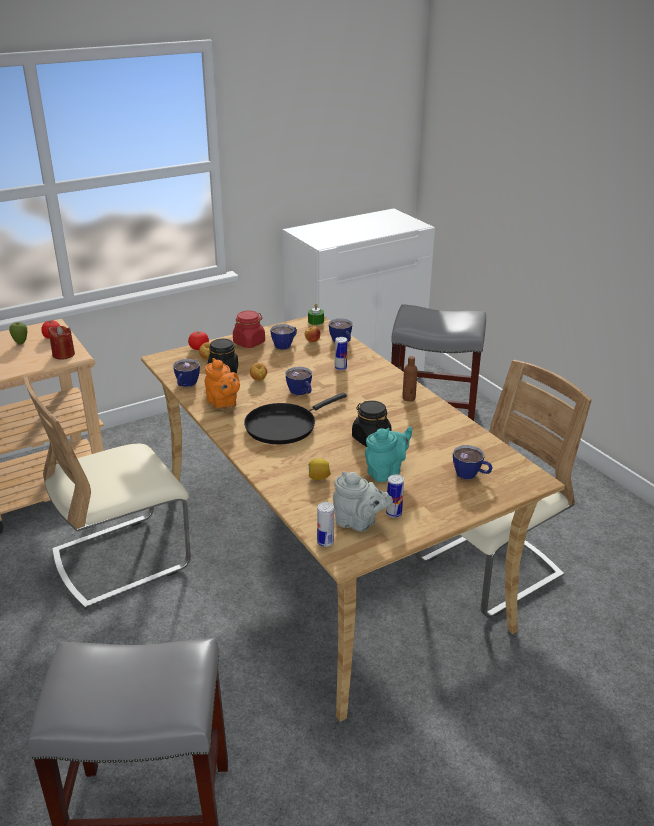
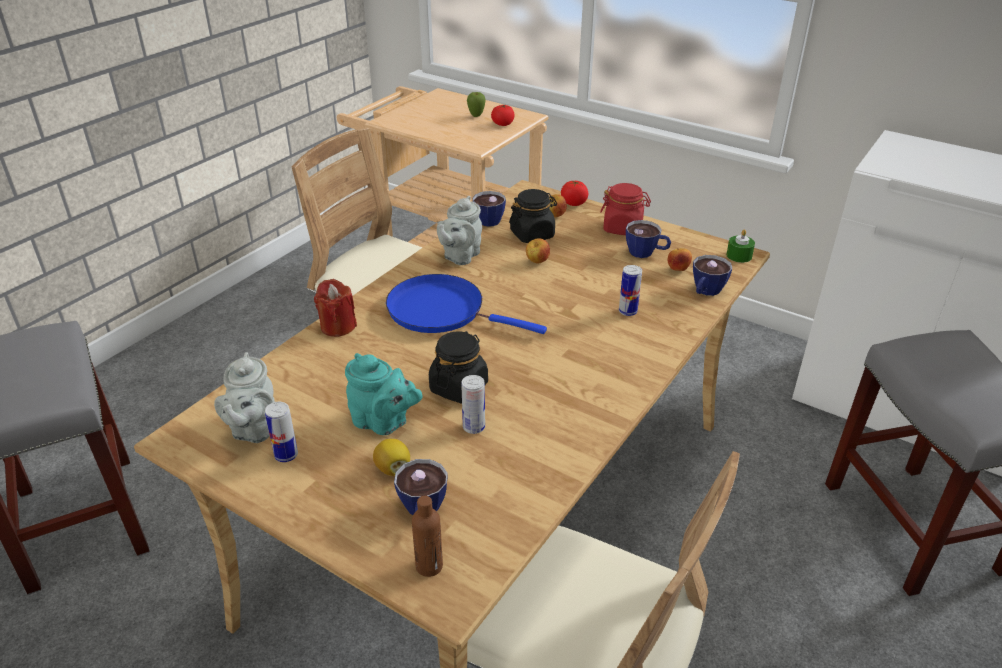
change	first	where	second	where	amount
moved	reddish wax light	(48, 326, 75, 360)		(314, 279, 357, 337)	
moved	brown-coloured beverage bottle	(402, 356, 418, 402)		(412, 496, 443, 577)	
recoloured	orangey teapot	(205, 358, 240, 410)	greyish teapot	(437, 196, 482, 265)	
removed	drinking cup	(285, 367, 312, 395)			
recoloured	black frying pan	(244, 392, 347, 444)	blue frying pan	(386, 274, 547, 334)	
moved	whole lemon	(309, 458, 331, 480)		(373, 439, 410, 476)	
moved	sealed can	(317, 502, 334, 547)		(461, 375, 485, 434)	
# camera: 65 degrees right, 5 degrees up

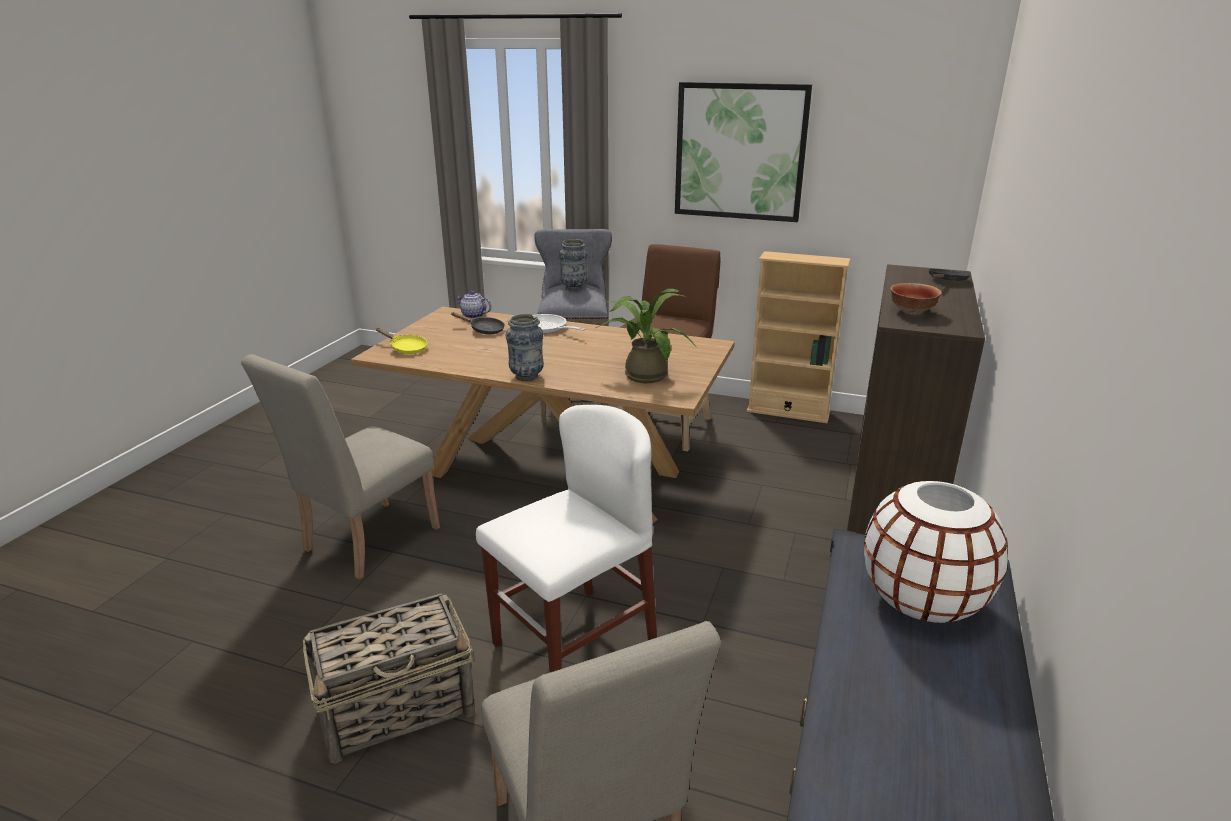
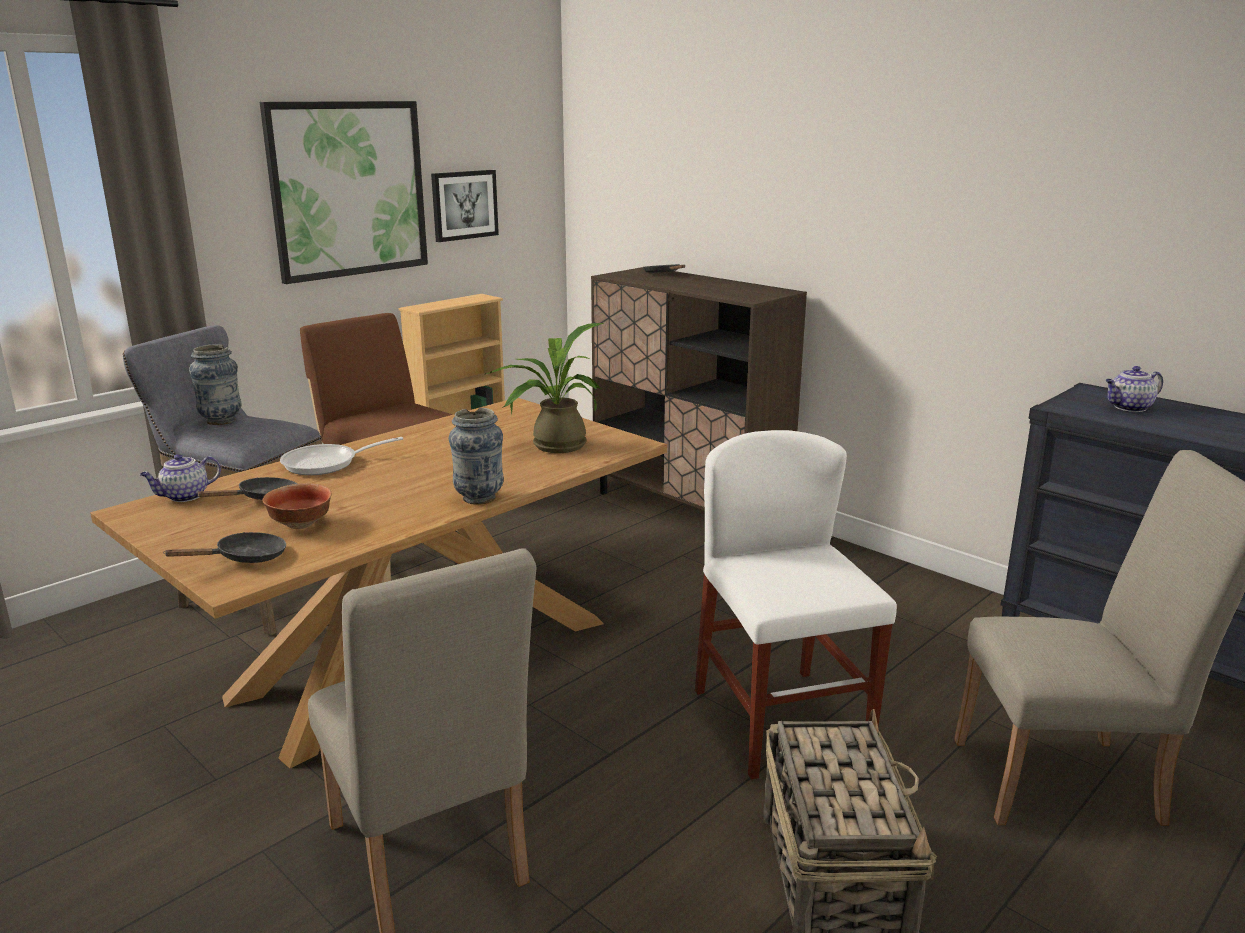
change	first	where	second	where	amount
moved	bowl	(891, 283, 942, 315)		(262, 483, 332, 529)	
recoloured	yellow-coloured frying pan	(376, 328, 427, 354)	black frying pan	(163, 532, 286, 563)	
replaced	white-coloured vase	(864, 481, 1008, 623)	teapot	(1106, 366, 1163, 412)	
added			wall picture	(431, 170, 499, 242)	
# camera: 65 degrees left, 5 degrees down

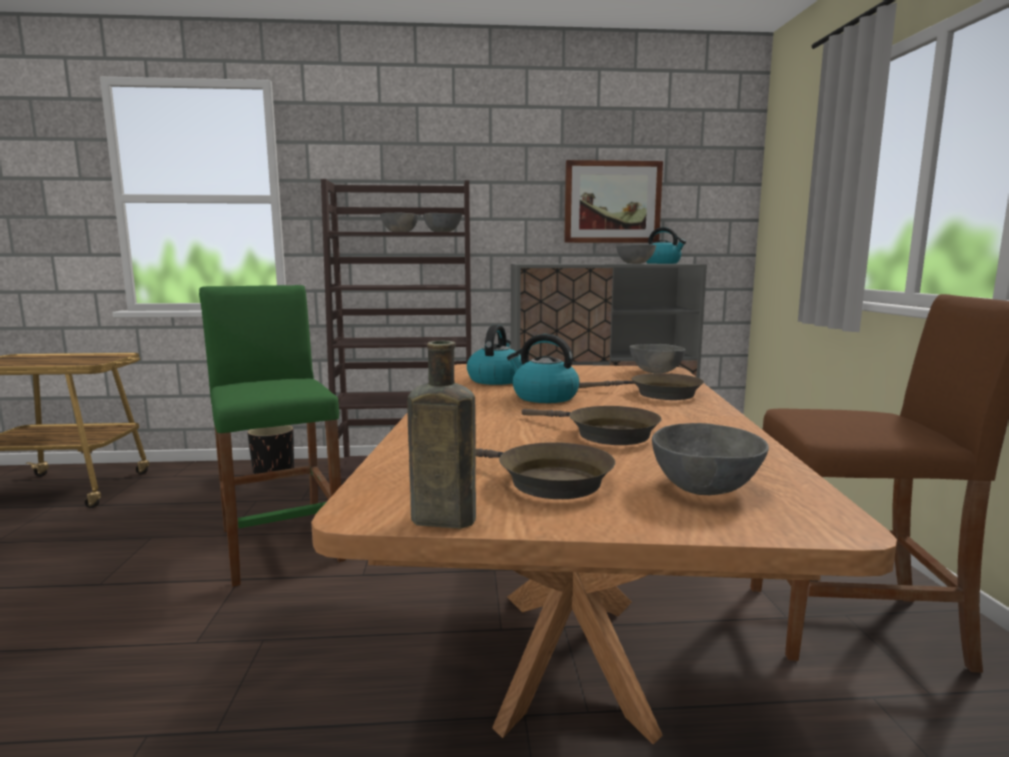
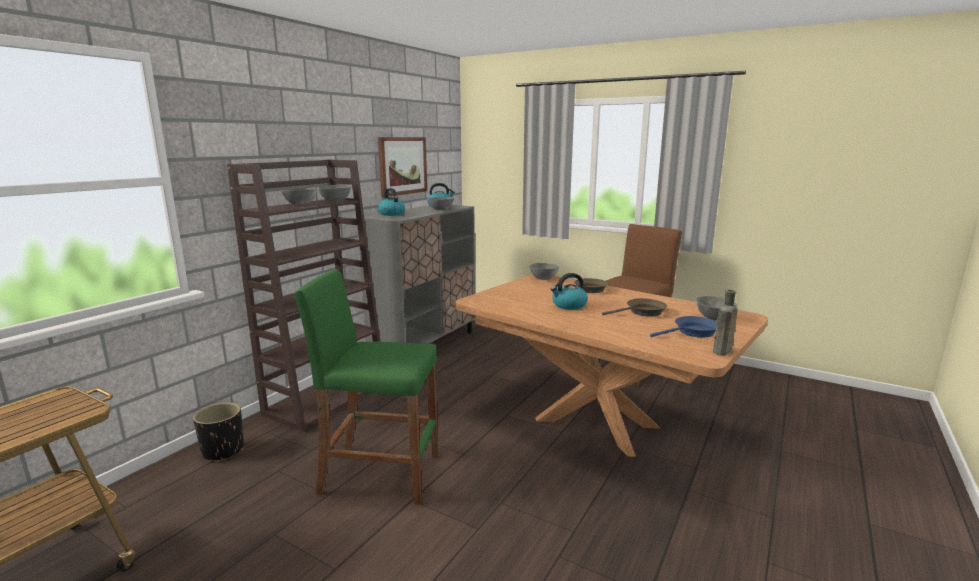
change	first	where	second	where	amount
moved	water kettle	(467, 324, 522, 385)		(378, 188, 405, 216)	
recoloured	brown-coloured frying pan	(476, 442, 615, 499)	blue frying pan	(650, 316, 717, 337)	
# camera: 55 degrees left, 5 degrees up

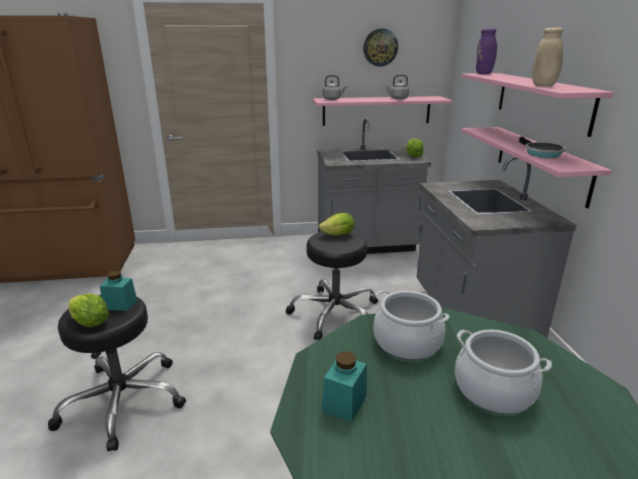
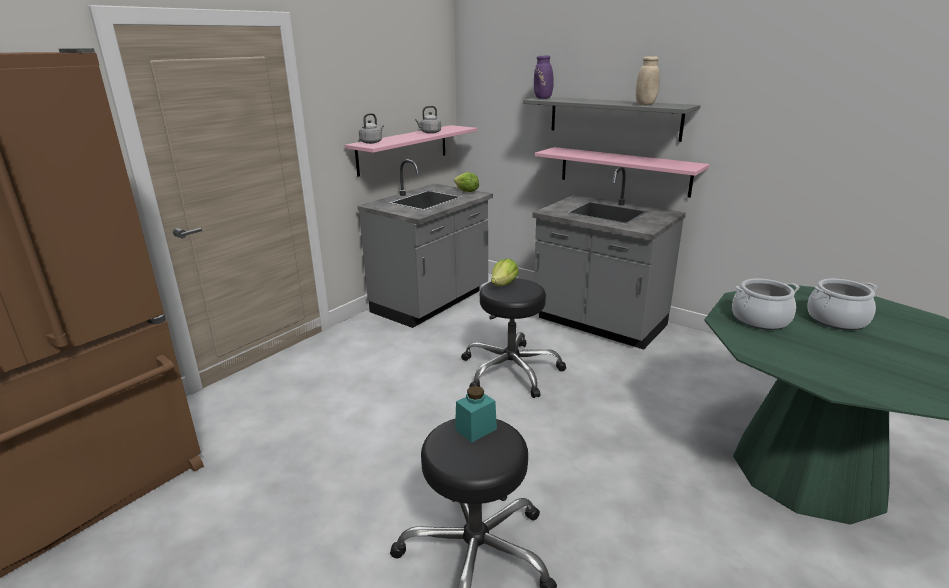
change	first	where	second	where	amount
removed	clock on the wall	(363, 29, 398, 67)			
recoloured	pink shelf	(461, 73, 614, 137)	greyish shelf	(523, 97, 701, 142)	
removed	frying pan	(519, 137, 565, 158)			
removed	lettuce	(68, 294, 109, 327)			
removed	turquoise-coloured preserve jar	(322, 351, 367, 423)			
# camera: 45 degrees left, 0 degrees up

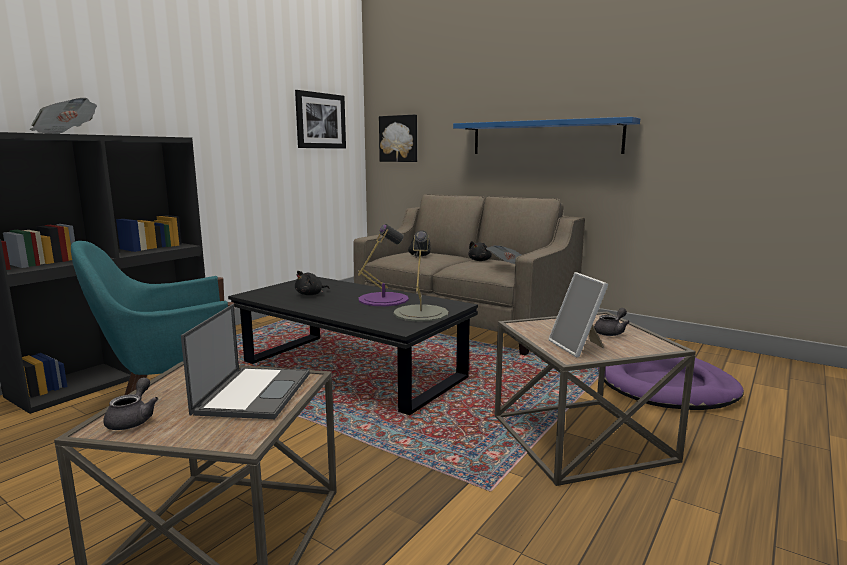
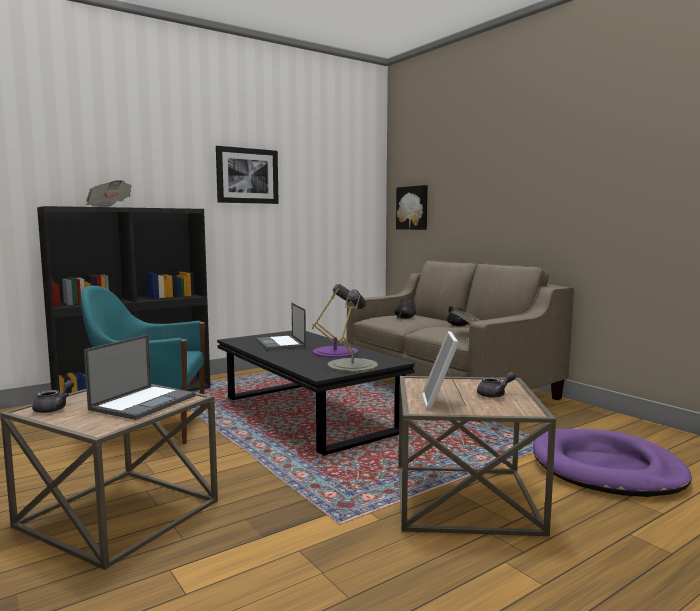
change	first	where	second	where	amount
moved	wall picture	(295, 90, 346, 149)		(216, 146, 279, 204)	
removed	blue shelf	(453, 117, 640, 154)			
replaced	black plush toy	(295, 271, 330, 295)	laptop	(256, 303, 306, 350)	
# camera: 20 degrees right, 5 degrees down

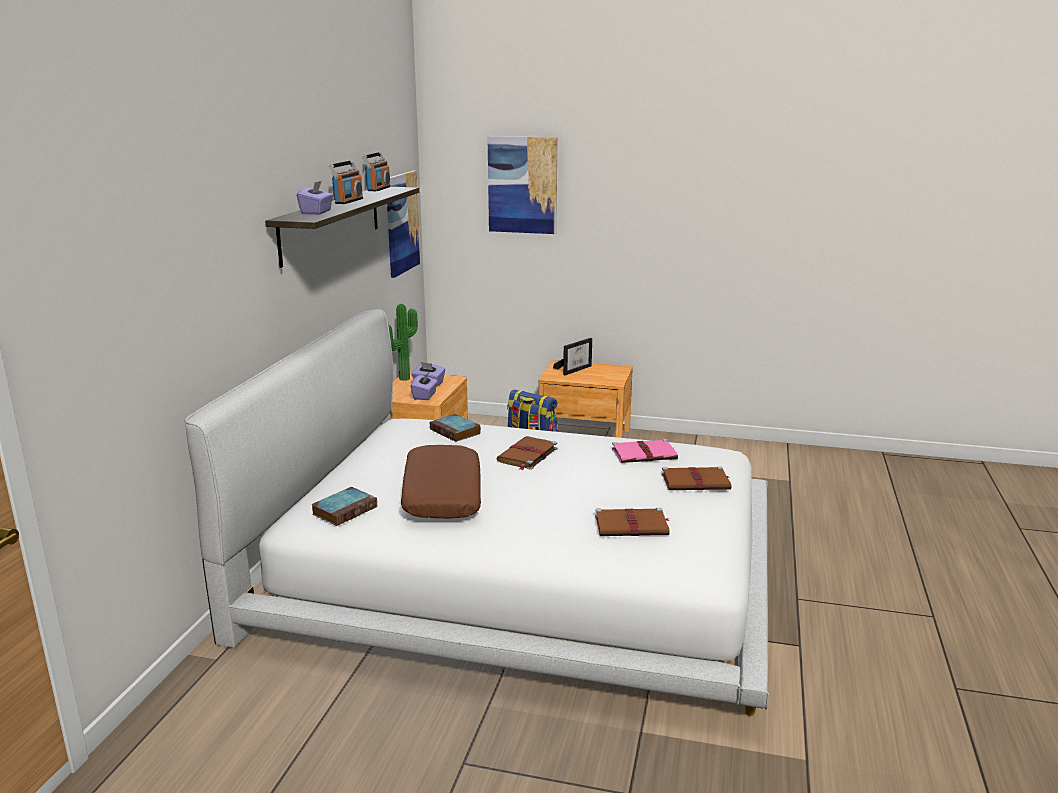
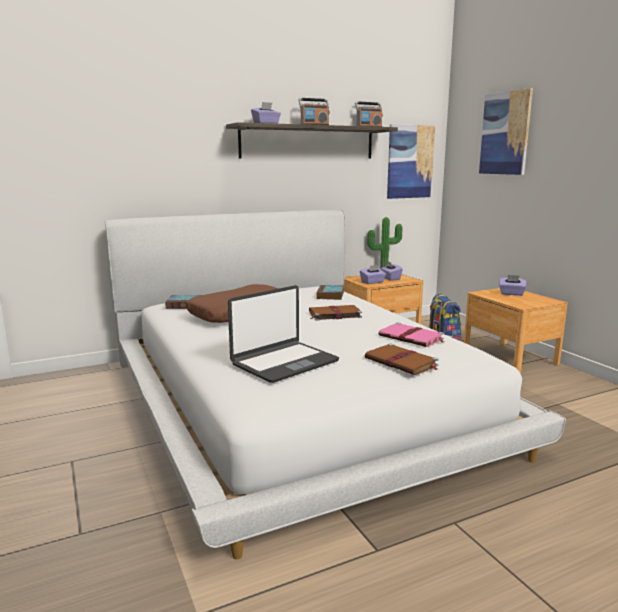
change	first	where	second	where	amount
replaced	standing frame	(553, 338, 592, 375)	purple-coloured tissue box	(499, 275, 526, 296)	
replaced	brown-coloured book	(595, 508, 670, 536)	laptop	(228, 285, 339, 383)	
# camera: 50 degrees right, 5 degrees down

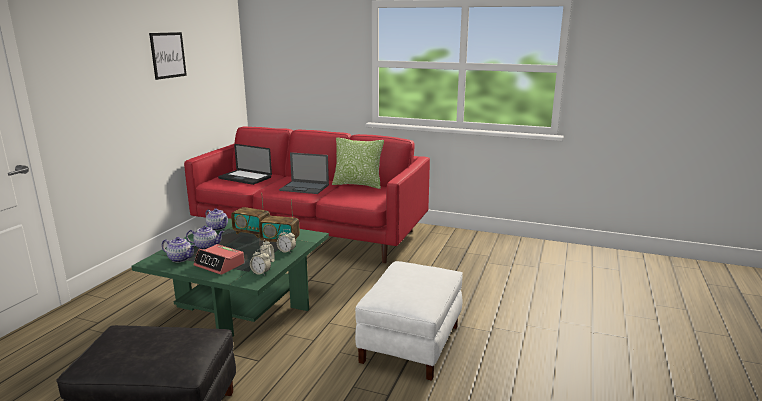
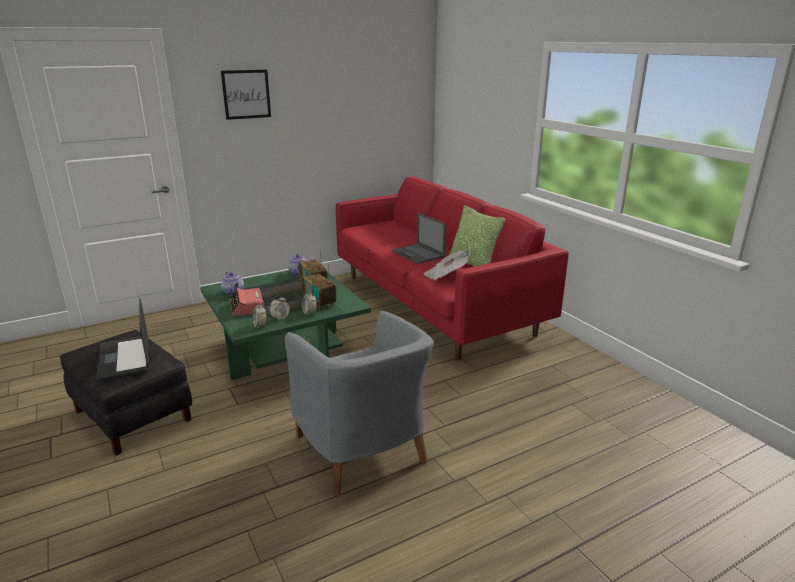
change	first	where	second	where	amount
moved	wall picture	(149, 32, 187, 80)		(221, 70, 271, 120)	
moved	laptop	(218, 144, 272, 185)		(96, 298, 149, 381)	
removed	teapot	(186, 226, 224, 250)			
replaced	white-coloured pouffe	(355, 261, 463, 381)	greyish easy chair	(285, 311, 434, 496)	
added			daily paper	(424, 250, 471, 280)	
# camera: 40 degrees right, 5 degrees up

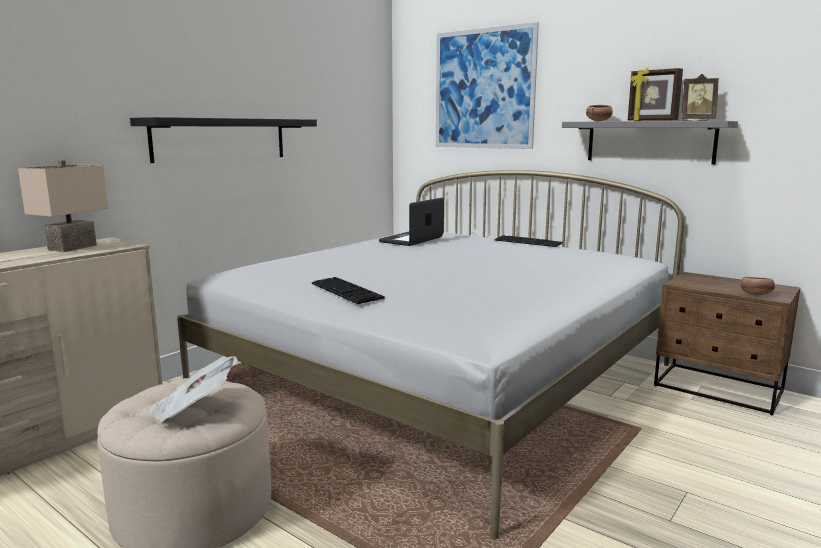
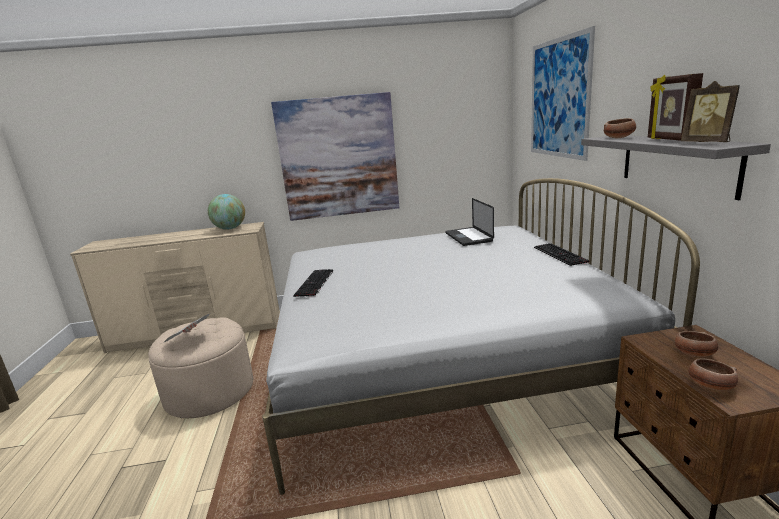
change	first	where	second	where	amount
replaced	black shelf	(130, 117, 317, 163)	wall picture	(271, 92, 399, 221)	
replaced	beige-coloured lamp for a table	(18, 160, 108, 252)	world globe	(208, 194, 245, 230)	
turned	laptop	(379, 197, 444, 246)		(445, 198, 494, 246)	90 degrees counterclockwise
added			bowl	(675, 331, 718, 357)	
# camera: 45 degrees right, 5 degrees up

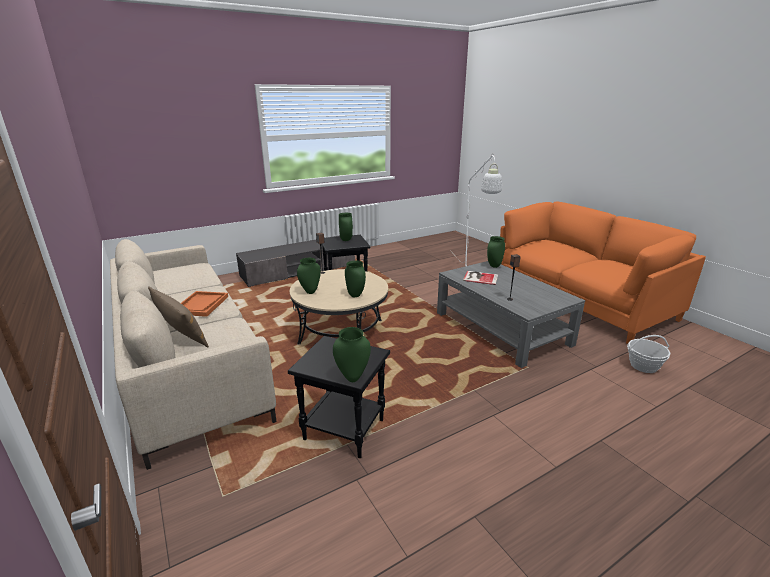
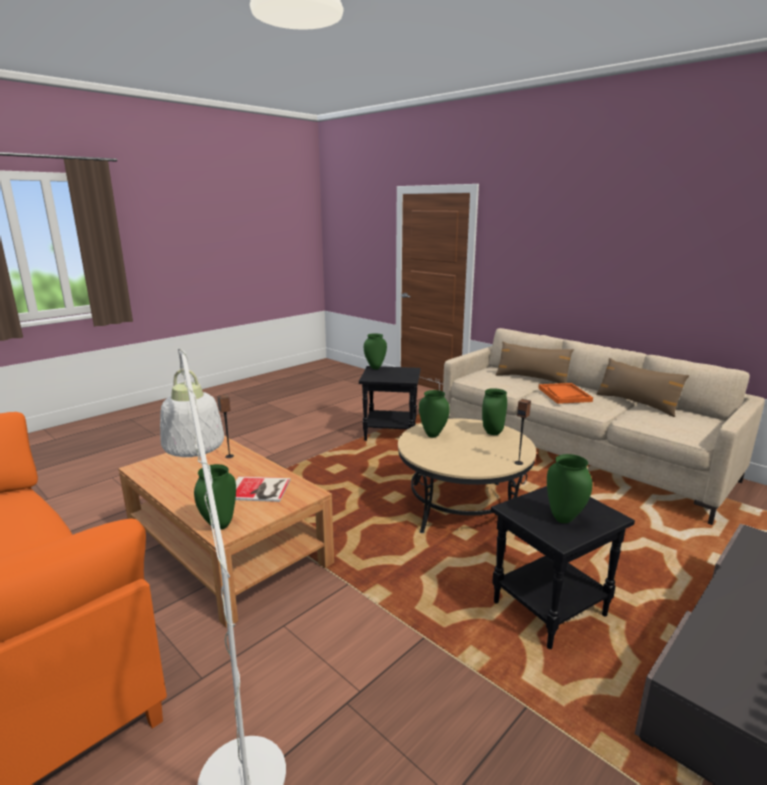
change	first	where	second	where	amount
recoloured	greyish coffee table	(437, 261, 585, 368)	brown-coloured coffee table	(118, 436, 334, 628)	
removed	basket	(627, 335, 671, 373)			
added			brown-coloured pillow	(596, 358, 689, 417)	
# camera: 165 degrees right, 5 degrees down

